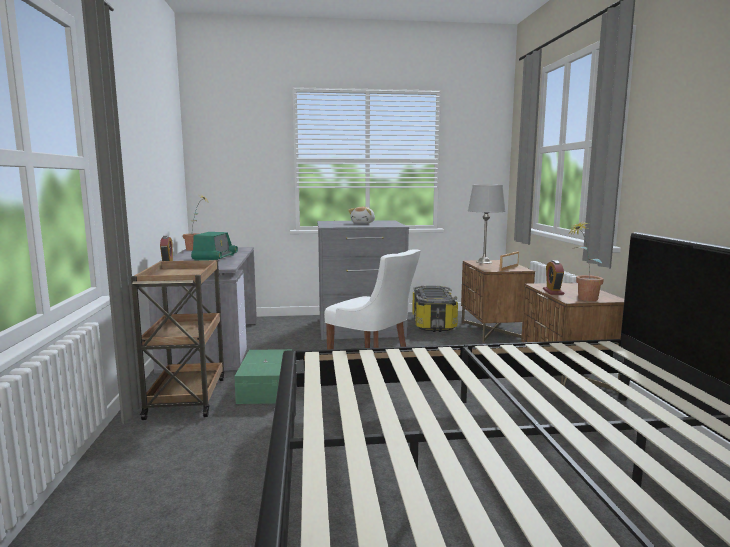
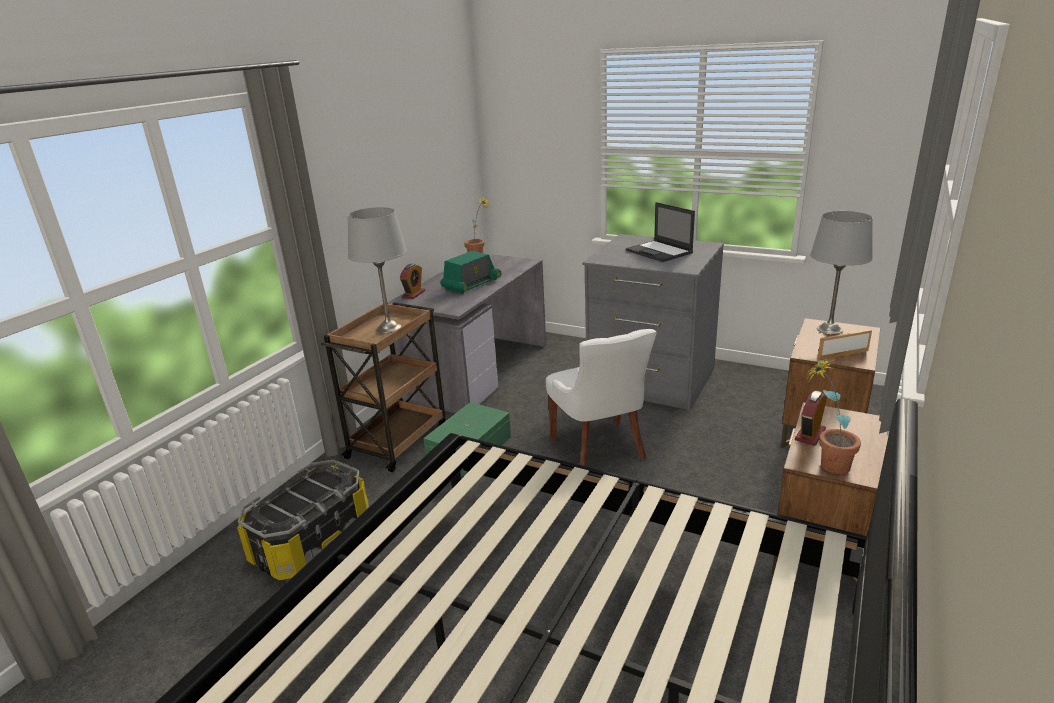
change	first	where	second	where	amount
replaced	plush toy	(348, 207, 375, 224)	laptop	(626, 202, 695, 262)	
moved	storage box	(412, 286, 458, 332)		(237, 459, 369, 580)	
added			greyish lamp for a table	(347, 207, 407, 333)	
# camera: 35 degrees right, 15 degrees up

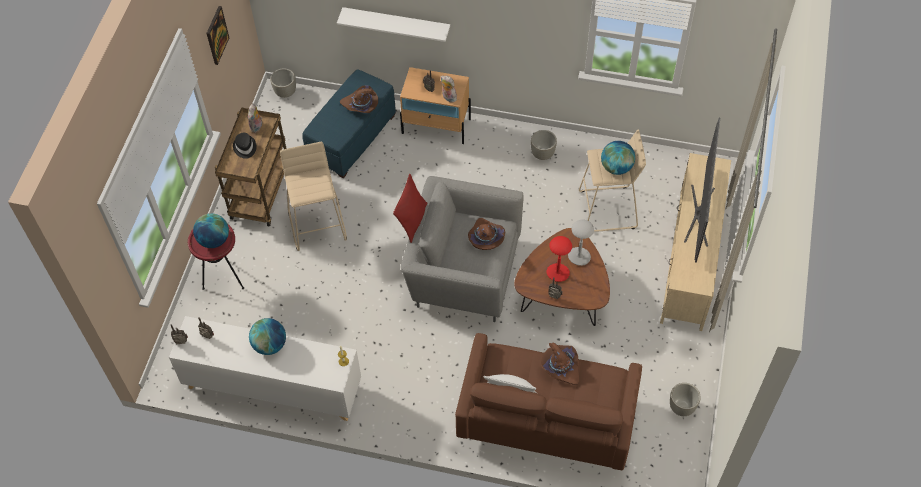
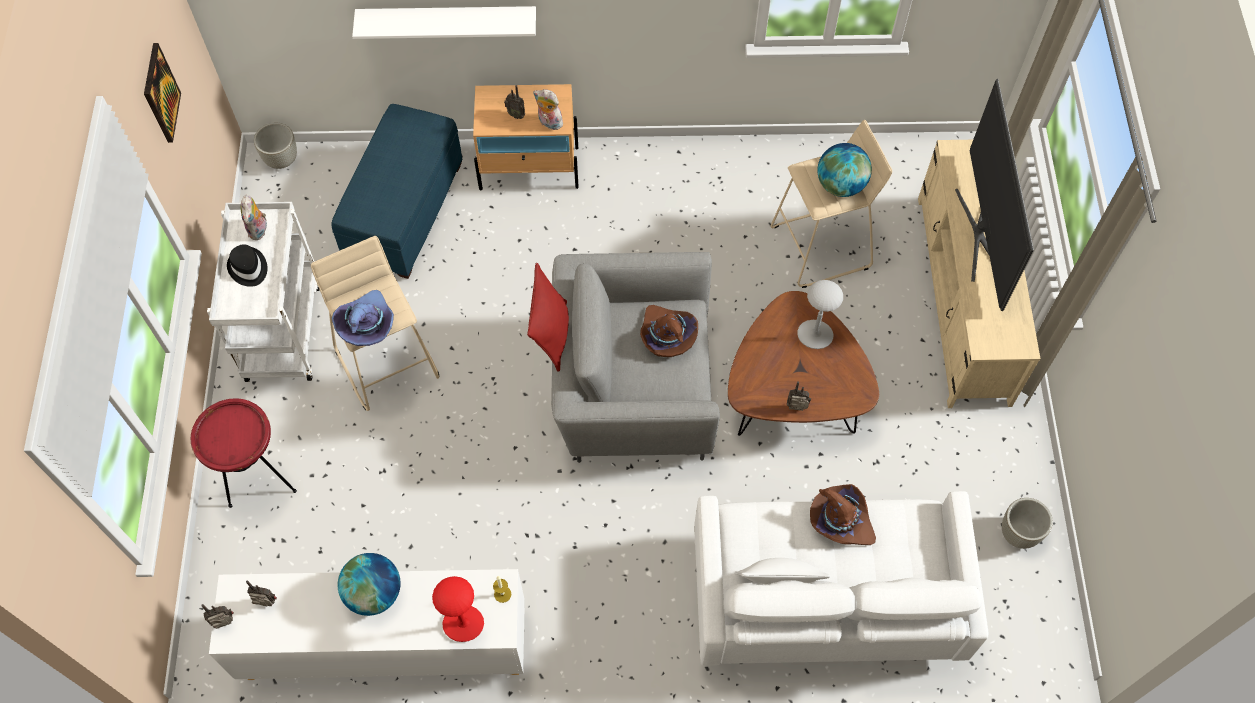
change	first	where	second	where	amount
removed	brown-coloured clothing hat	(340, 85, 378, 113)			
recoloured	brown-coloured cart	(215, 107, 287, 227)	white-coloured cart	(207, 202, 320, 382)	
removed	greyish plant pot	(531, 130, 557, 160)			
removed	world globe	(193, 213, 229, 248)			
moved	reddish lamp for a table	(547, 236, 572, 282)		(432, 576, 484, 642)	
recoloured	brown-coloured settee	(455, 333, 642, 471)	white-coloured settee	(694, 491, 988, 666)	
added			purple-coloured clothing hat	(332, 290, 394, 346)	
# camera: 15 degrees left, 5 degrees up

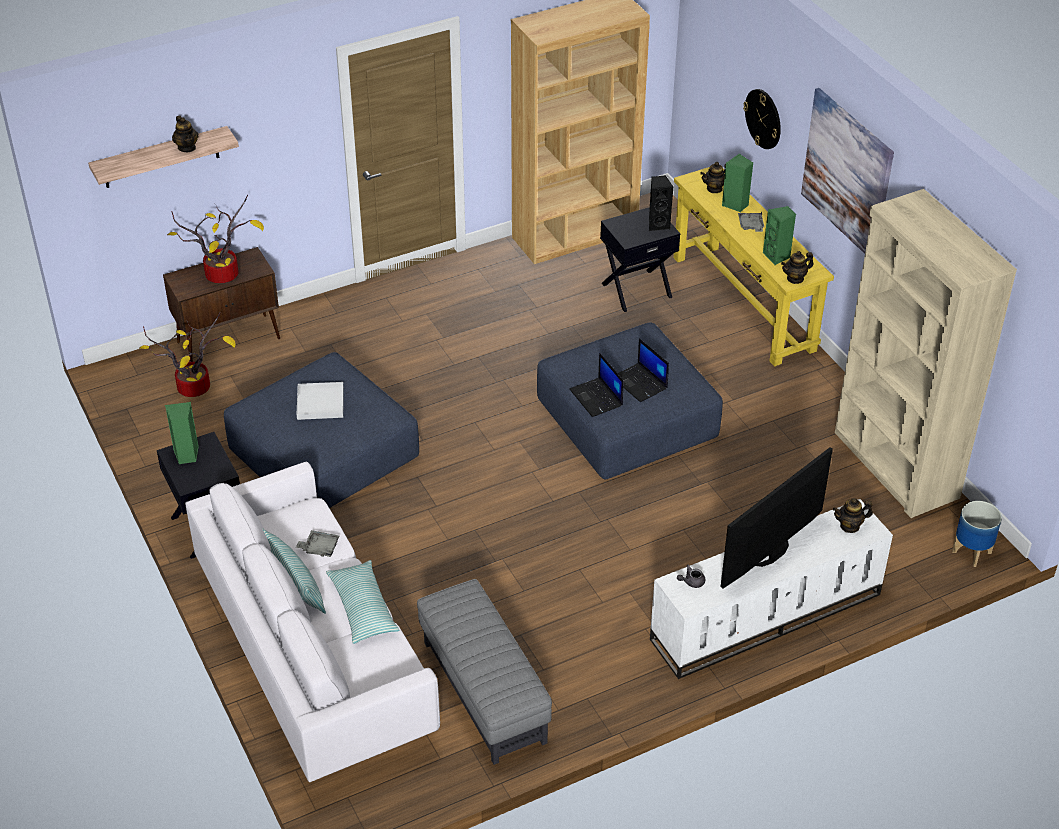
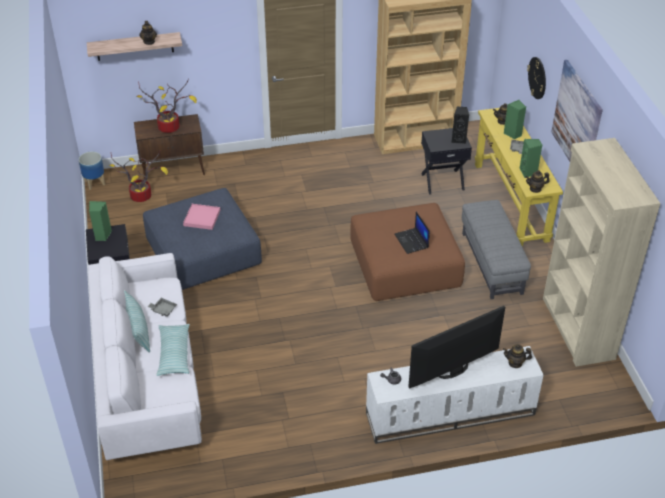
change	first	where	second	where	amount
recoloured	blue pouffe	(537, 322, 723, 479)	brown-coloured pouffe	(350, 203, 465, 301)	
removed	laptop	(570, 353, 624, 417)			
recoloured	white-coloured serving tray	(296, 382, 344, 420)	pink serving tray	(183, 204, 221, 230)	
moved	plant pot	(952, 501, 1002, 567)		(79, 152, 105, 190)	
moved	greyish pouffe	(417, 579, 552, 765)		(462, 200, 531, 299)	
# camera: 15 degrees right, 0 degrees up

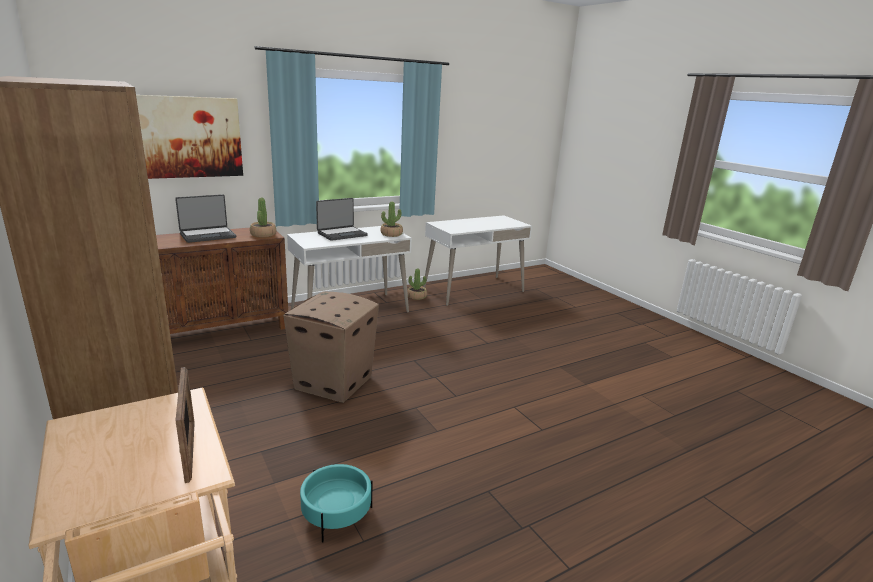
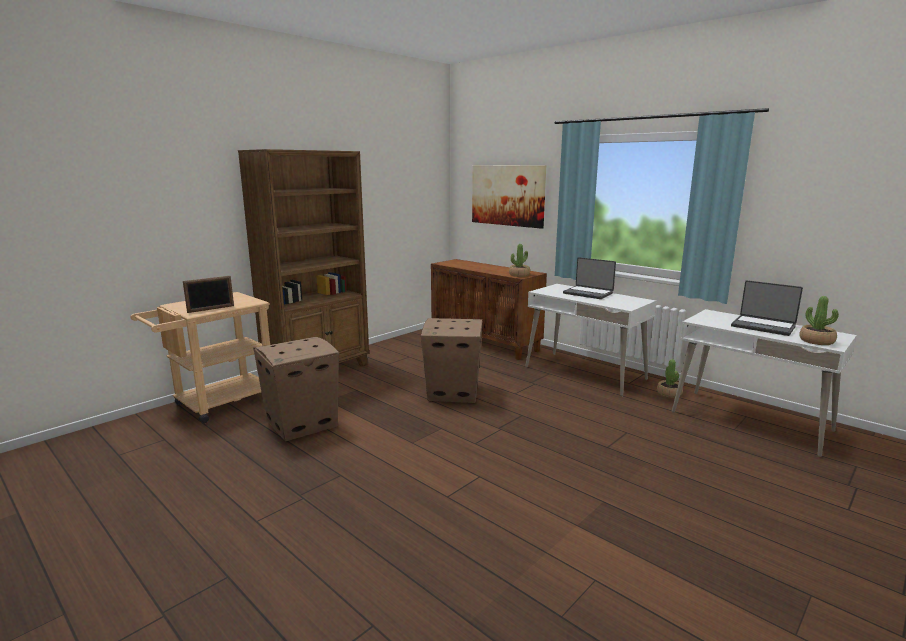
change	first	where	second	where	amount
moved	laptop	(175, 194, 236, 243)		(731, 280, 803, 336)	
moved	plant in a pot	(381, 201, 403, 237)		(799, 296, 839, 345)	
replaced	turquoise-coloured plant pot	(300, 464, 373, 543)	packing box	(253, 337, 339, 442)	
# camera: 75 degrees right, 5 degrees down

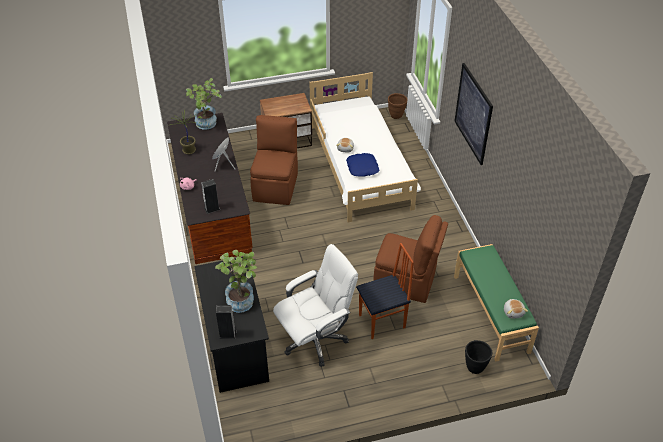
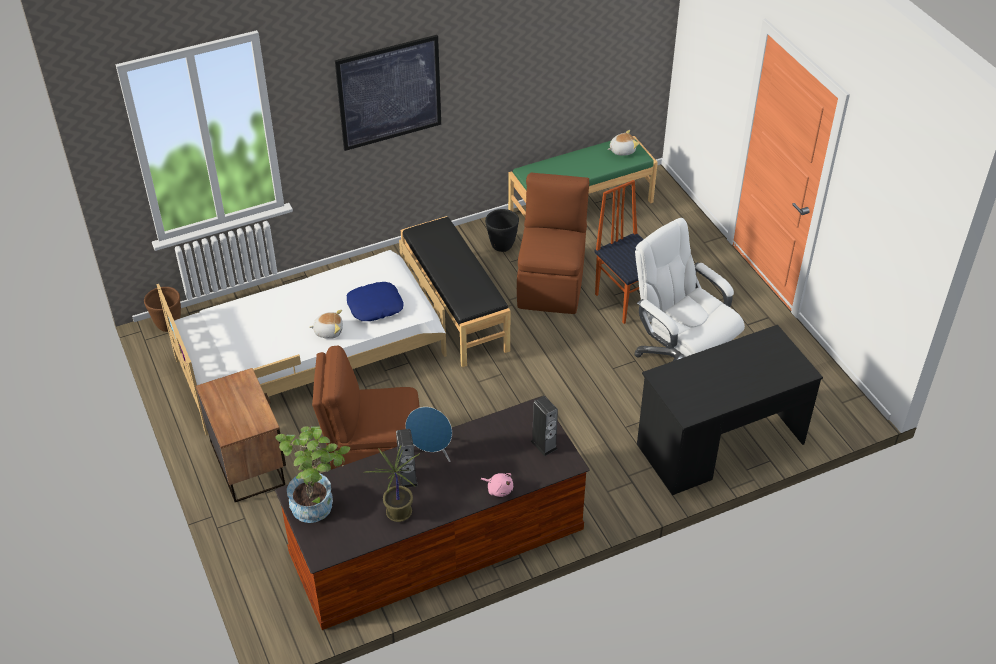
change	first	where	second	where	amount
removed	plant in a pot	(215, 250, 257, 313)			
moved	loudspeaker	(216, 305, 236, 339)		(396, 429, 418, 488)	
moved	black plant pot	(465, 340, 492, 374)		(485, 209, 519, 252)	
added			black indoor bench	(401, 216, 511, 367)	
# camera: 100 degrees left, 0 degrees up

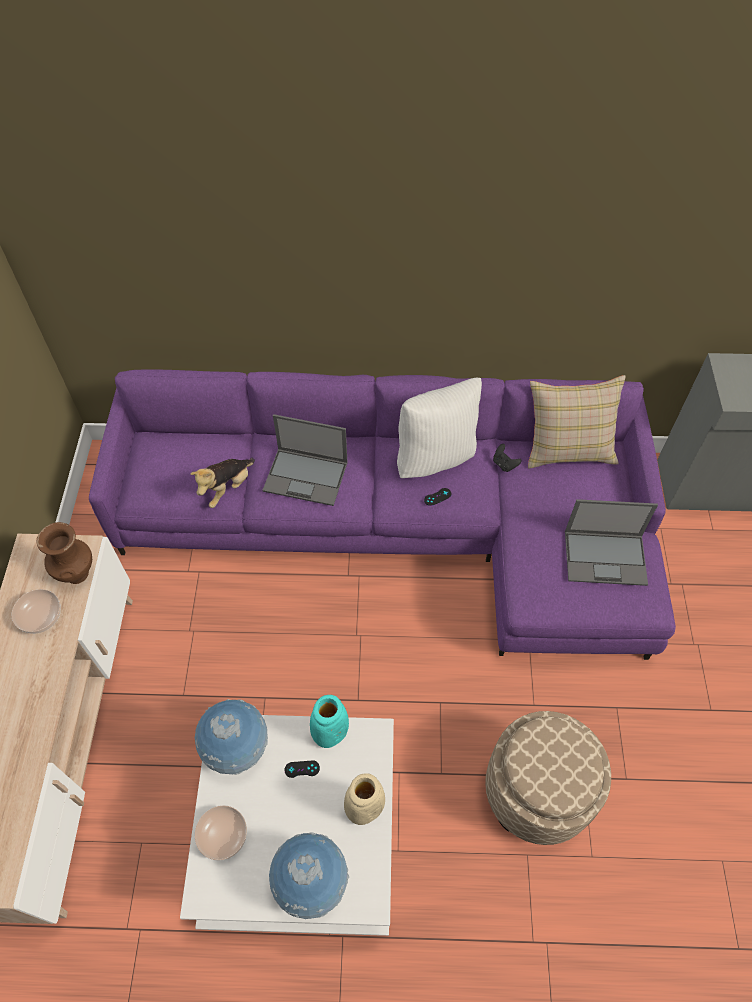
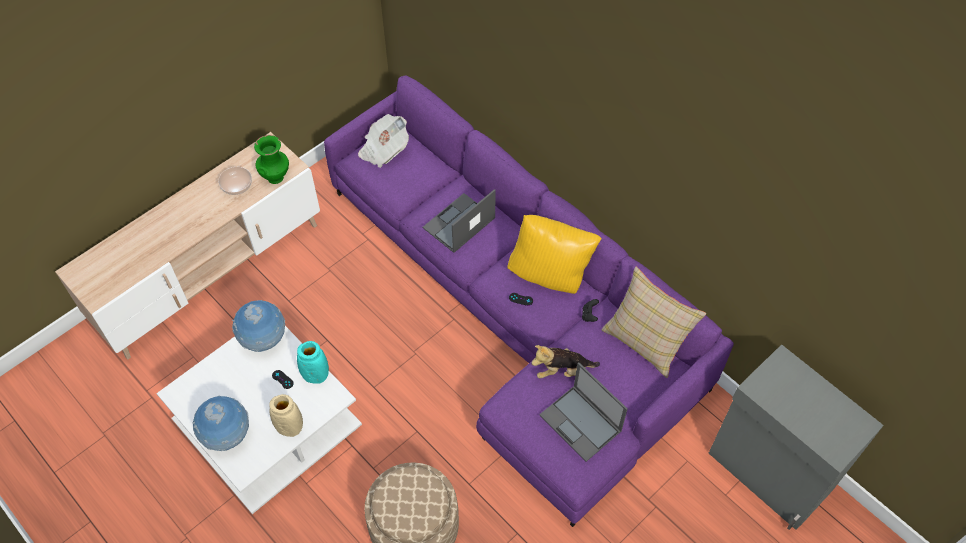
change	first	where	second	where	amount
recoloured	white-coloured pillow	(397, 378, 482, 478)	yellow-coloured pillow	(507, 215, 602, 294)	
turned	laptop	(263, 414, 348, 506)		(423, 189, 496, 253)	75 degrees clockwise
moved	plush toy	(191, 458, 255, 508)		(531, 345, 600, 378)	
recoloured	brown-coloured vase	(37, 522, 92, 584)	green vase	(254, 135, 289, 184)	
removed	bowl	(195, 805, 247, 861)			
added			daily paper	(358, 114, 409, 168)	
# camera: 45 degrees right, 0 degrees up

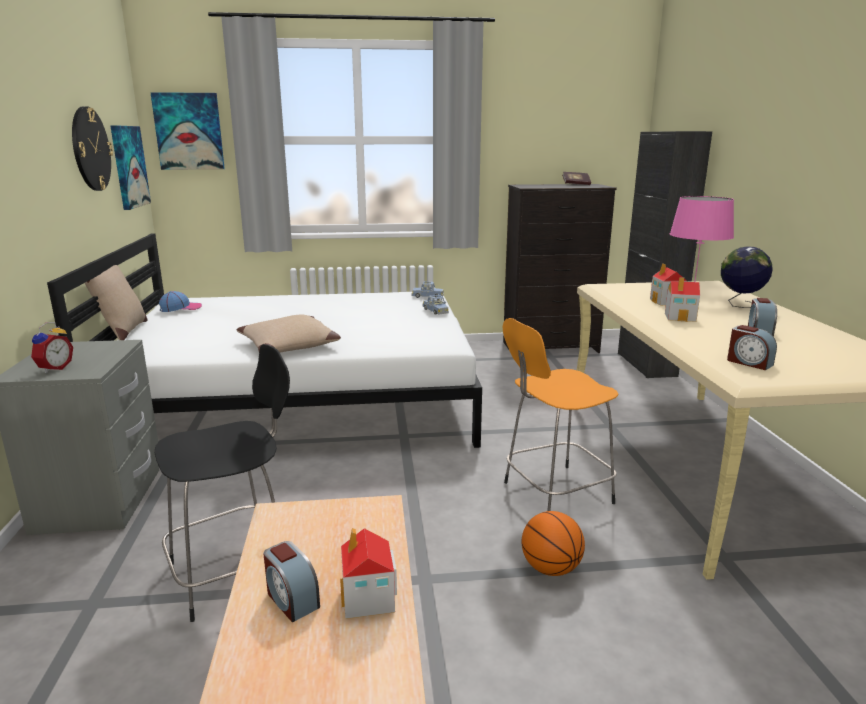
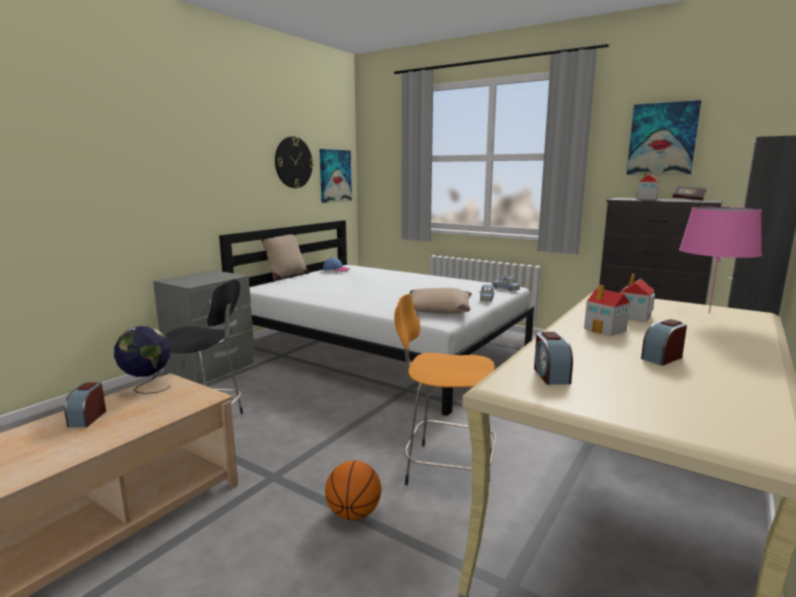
change	first	where	second	where	amount
moved	wall picture	(150, 92, 225, 170)		(626, 100, 701, 175)	
moved	world globe	(721, 246, 773, 308)		(114, 326, 170, 394)	
moved	beige-coloured pillow	(237, 315, 341, 352)		(410, 288, 472, 314)	
removed	alarm clock	(31, 322, 73, 373)			
moved	toy house	(340, 528, 397, 619)		(636, 171, 660, 200)	
# camera: 40 degrees right, 5 degrees down

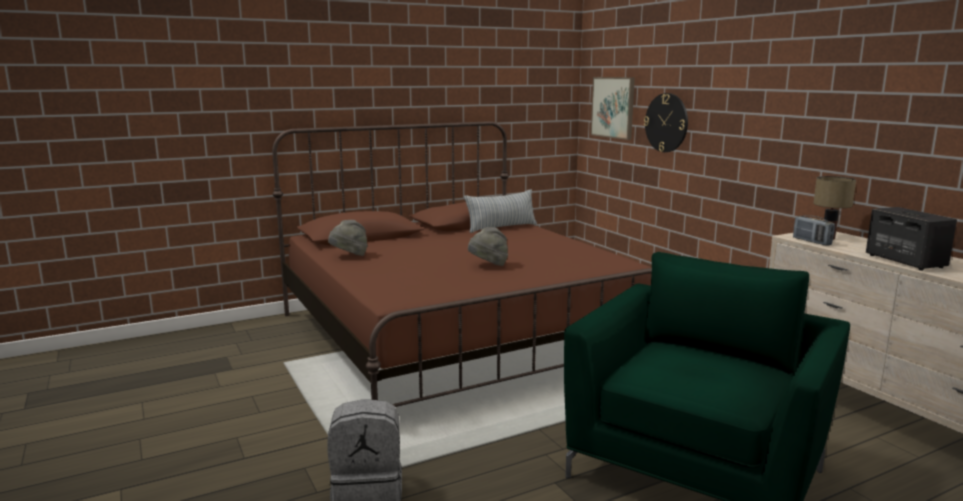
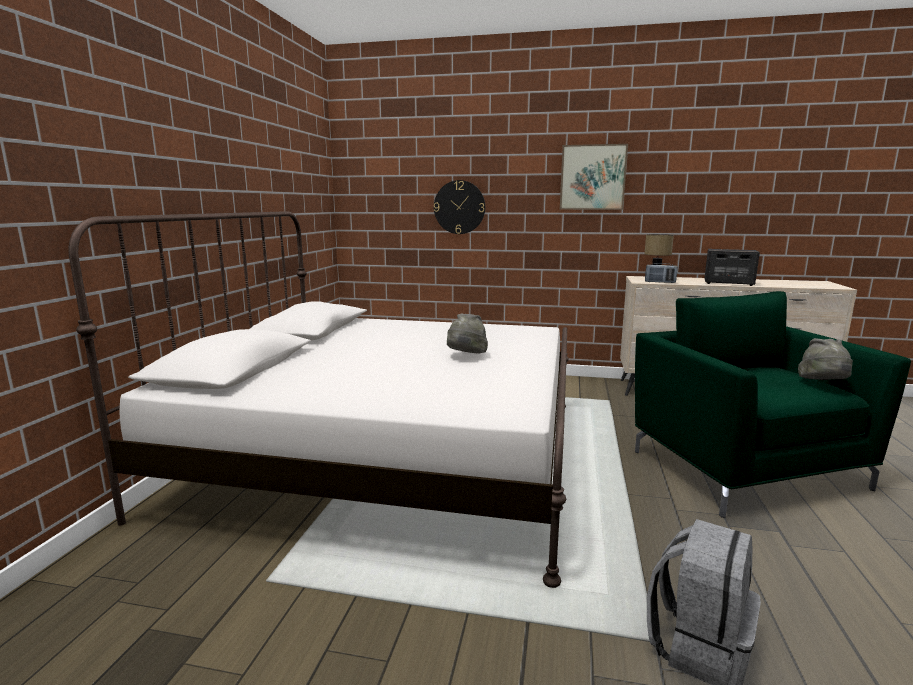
change	first	where	second	where	amount
moved	wall picture	(591, 77, 635, 140)		(560, 144, 628, 210)	
recoloured	brown-coloured sleeping bed	(272, 121, 652, 407)	white-coloured sleeping bed	(68, 211, 569, 588)	
removed	pillow	(464, 189, 537, 233)			
moved	greyish clothing hat	(328, 220, 368, 256)		(798, 338, 853, 380)	
# camera: 50 degrees left, 0 degrees up

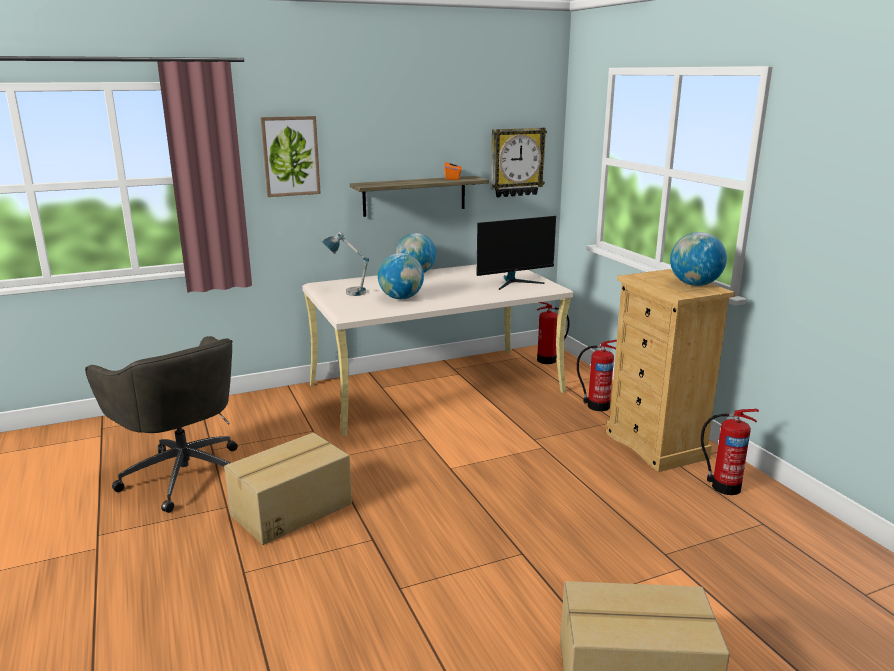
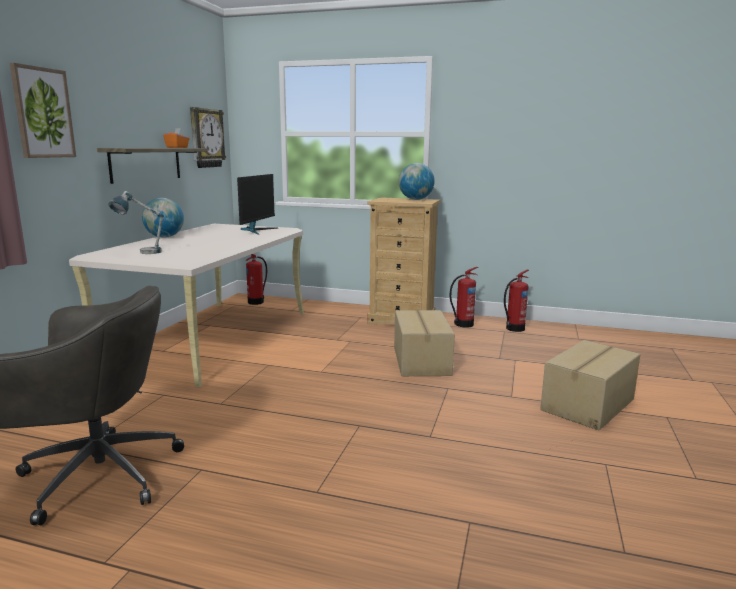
change	first	where	second	where	amount
removed	world globe	(378, 253, 424, 299)			
moved	fire-fighting cylinder	(577, 340, 617, 411)		(504, 270, 529, 332)	
moved	packing box	(224, 432, 352, 545)		(394, 310, 455, 376)	
# camera: 50 degrees left, 5 degrees down

